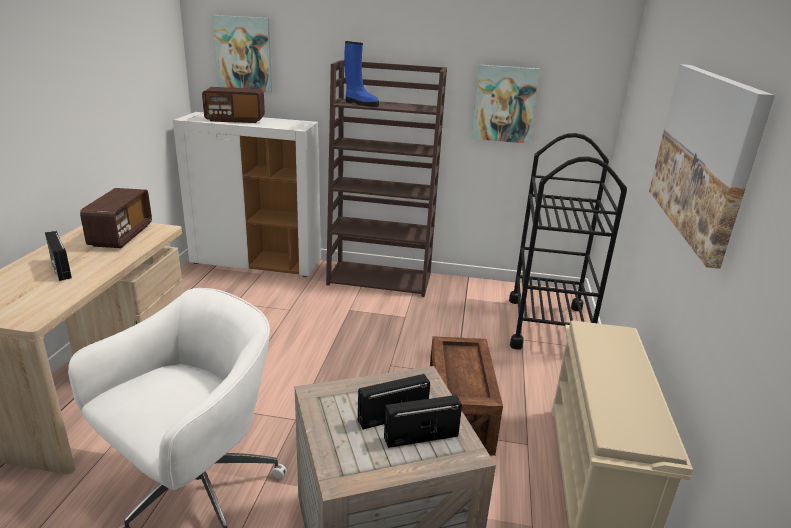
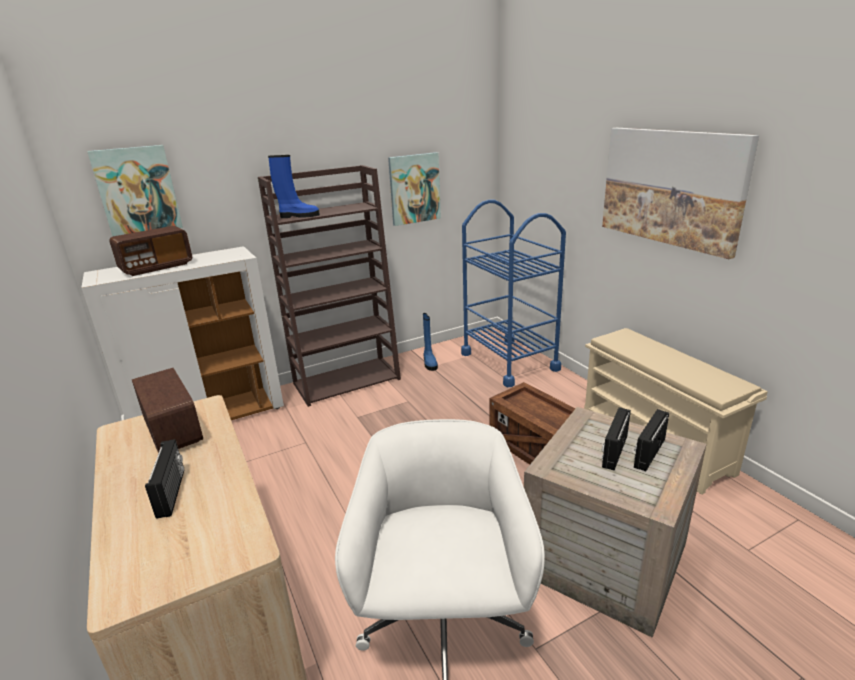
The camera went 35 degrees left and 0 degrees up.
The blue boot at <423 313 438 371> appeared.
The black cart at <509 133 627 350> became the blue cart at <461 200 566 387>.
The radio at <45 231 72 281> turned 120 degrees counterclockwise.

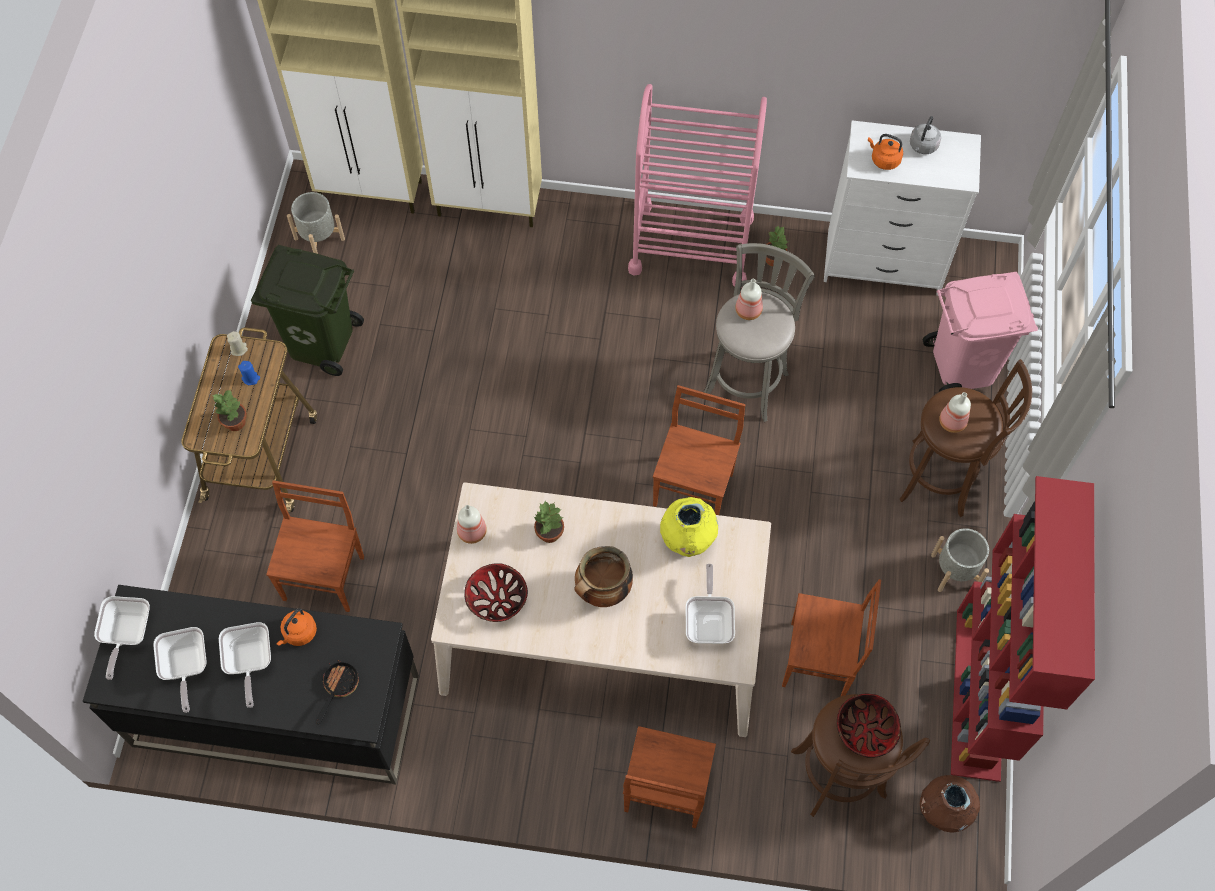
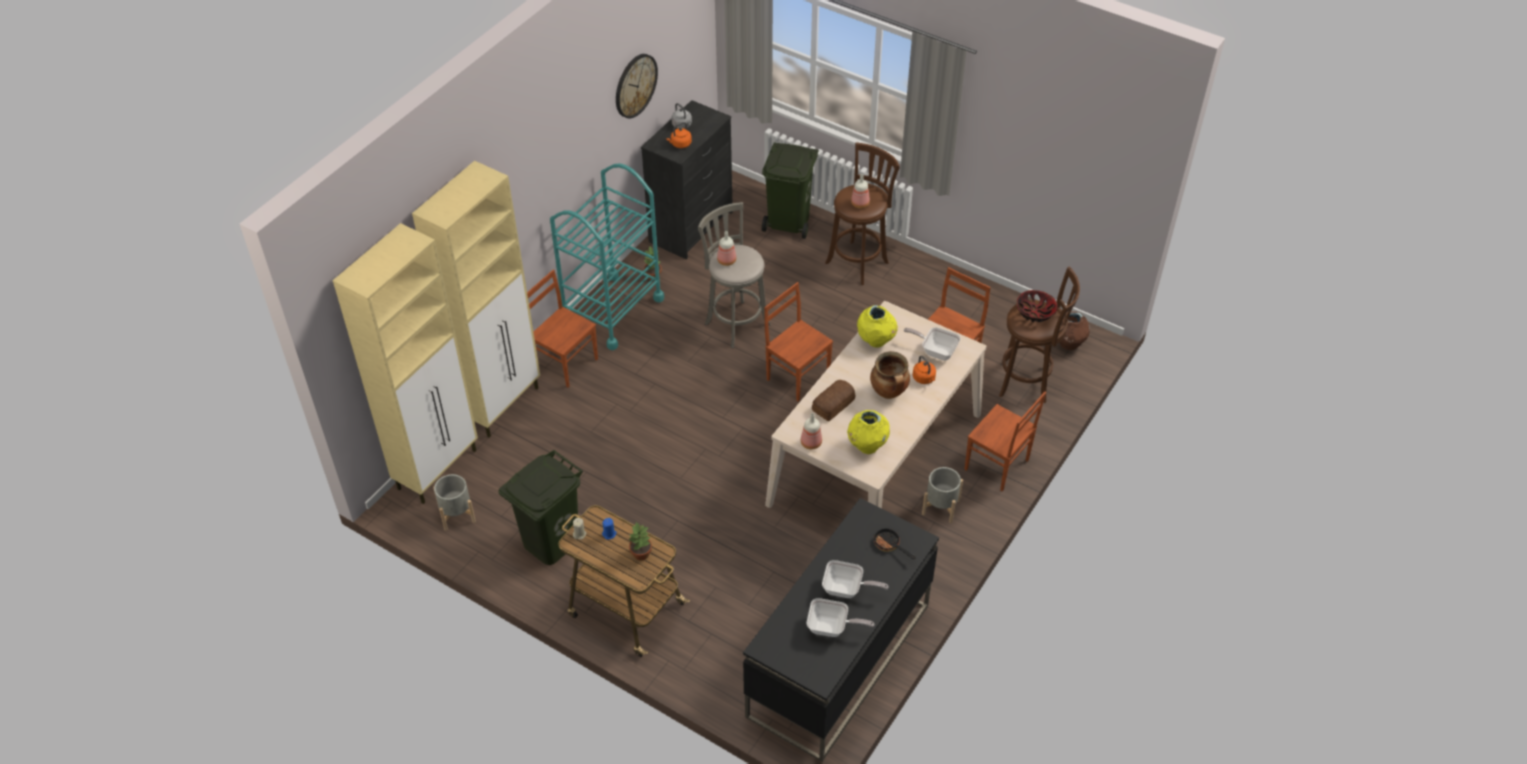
The camera went 65 degrees left and 15 degrees down.
The frying pan at <94 596 150 680> disappeared.
The red bookcase at <951 476 1095 782> disappeared.
The wall clock at <616 54 658 118> appeared.
The brown chair moved from <266 480 364 612> to <527 269 598 388>.
The orange kettle moved from <276 608 317 646> to <913 356 936 384>.
The grey planter moved from <931 528 989 592> to <922 467 963 523>.
The bowl at <464 563 528 622> was replaced by the yellow vase at <847 410 890 454>.
The potted plant at <534 501 564 543> was replaced by the bread at <812 380 855 421>.
The pink cart at <628 84 767 288> became the turquoise cart at <550 164 664 350>.
The white dresser at <824 120 981 296> became the black dresser at <641 100 733 260>.
The pink trash can at <923 272 1038 392> became the green trash can at <762 142 819 239>.

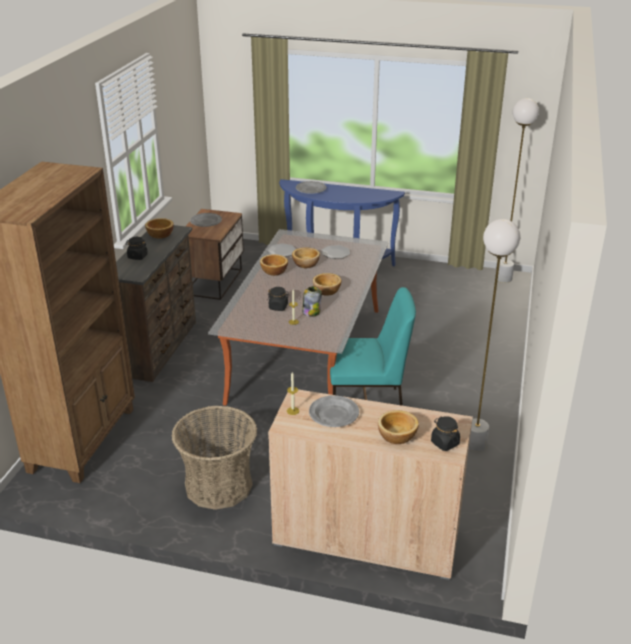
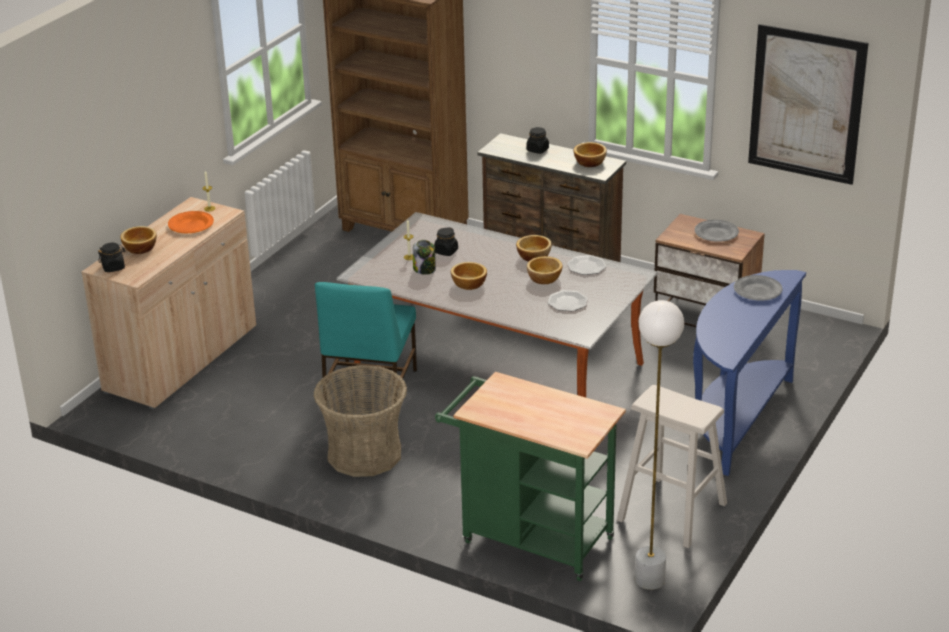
The camera went 105 degrees right and 0 degrees up.
The white floor lamp at <469 219 521 451> disappeared.
The green cart at <435 372 626 581> appeared.
The beige stool at <617 385 727 548> appeared.
The picture at <748 24 868 185> appeared.
The basket moved from <172 405 257 510> to <314 365 407 477>.
The grey plate at <309 395 359 427> became the orange plate at <168 211 214 233>.

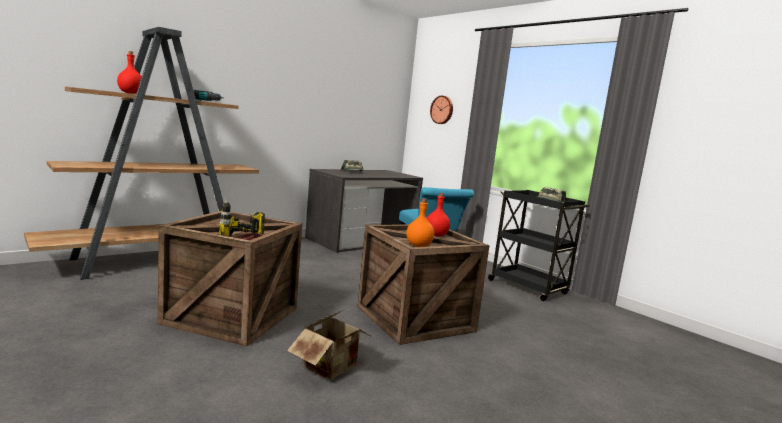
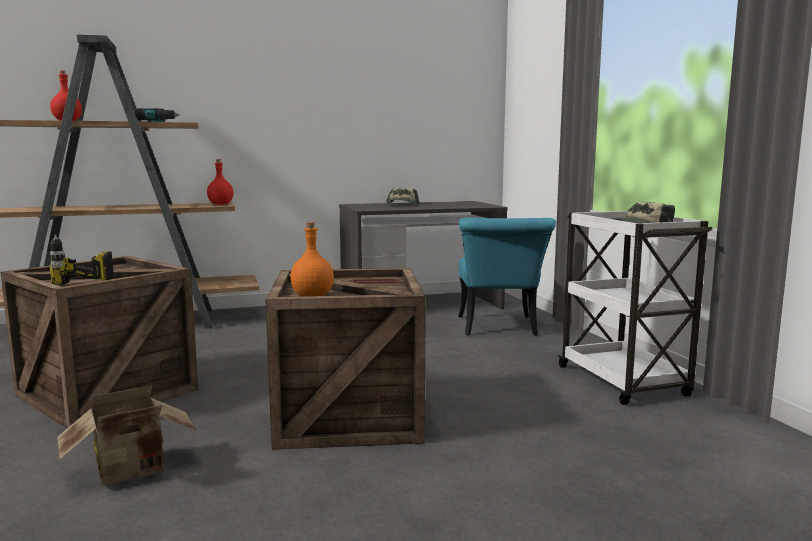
The camera went 25 degrees right and 0 degrees up.
The wall clock at <430 96 453 124> disappeared.
The red bottle moved from <427 193 450 236> to <207 159 234 205>.
The black cart at <487 190 590 301> became the white cart at <557 210 713 405>.

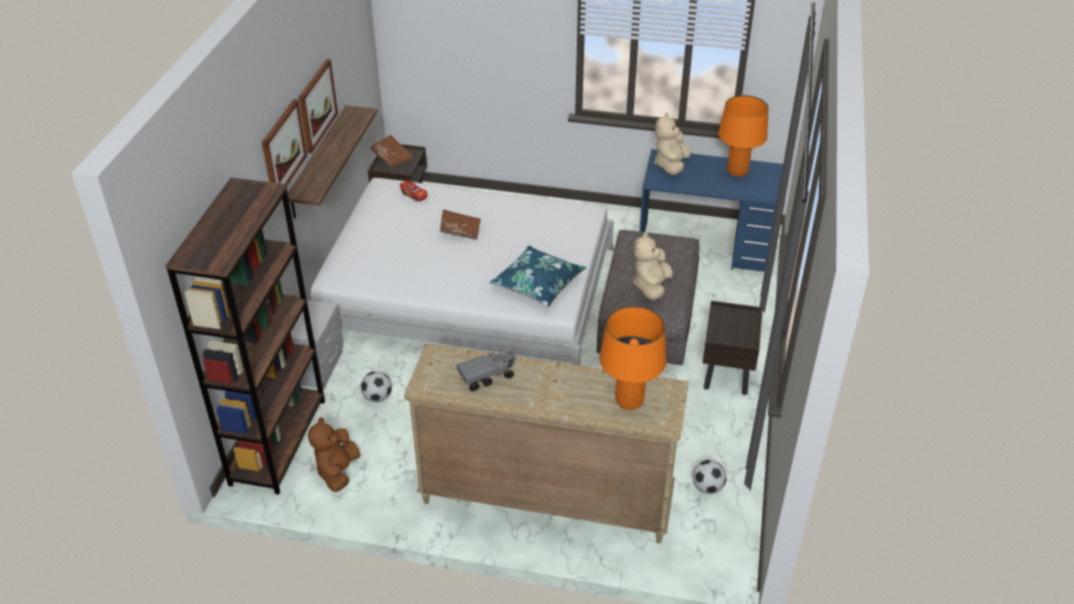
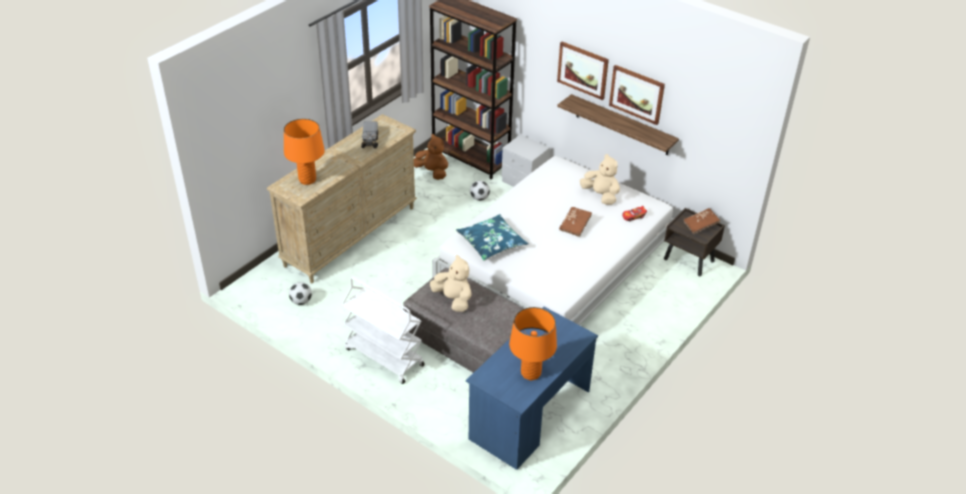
The camera went 115 degrees right and 0 degrees up.
The beige plush toy moved from <654 113 691 175> to <580 154 620 205>.
The brown nightstand at <703 301 763 395> was replaced by the white cart at <341 277 425 384>.

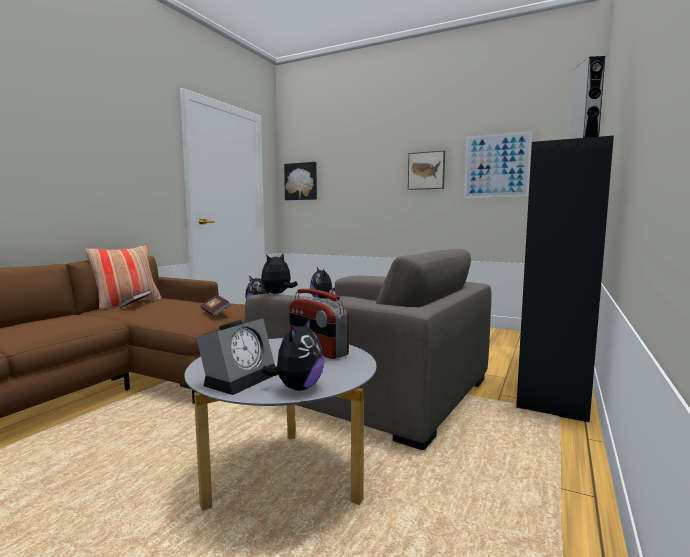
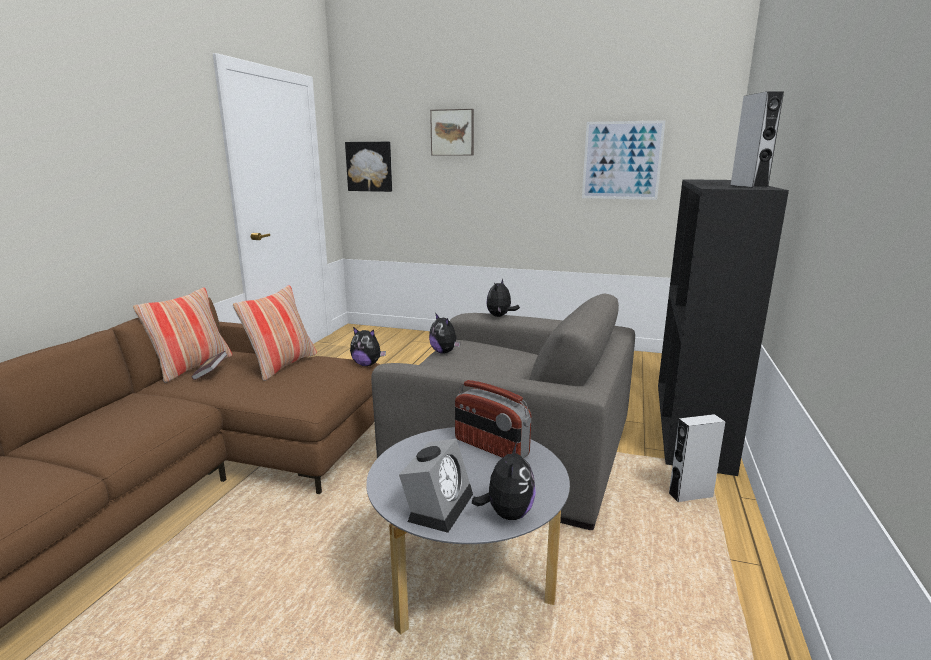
The camera went 10 degrees left and 10 degrees up.
The book at <201 295 230 316> disappeared.
The pillow at <233 285 317 381> appeared.
The grey speaker at <669 414 726 502> appeared.
The plush toy moved from <261 253 298 294> to <486 279 520 317>.
The picture moved from <408 151 445 190> to <430 109 474 156>.

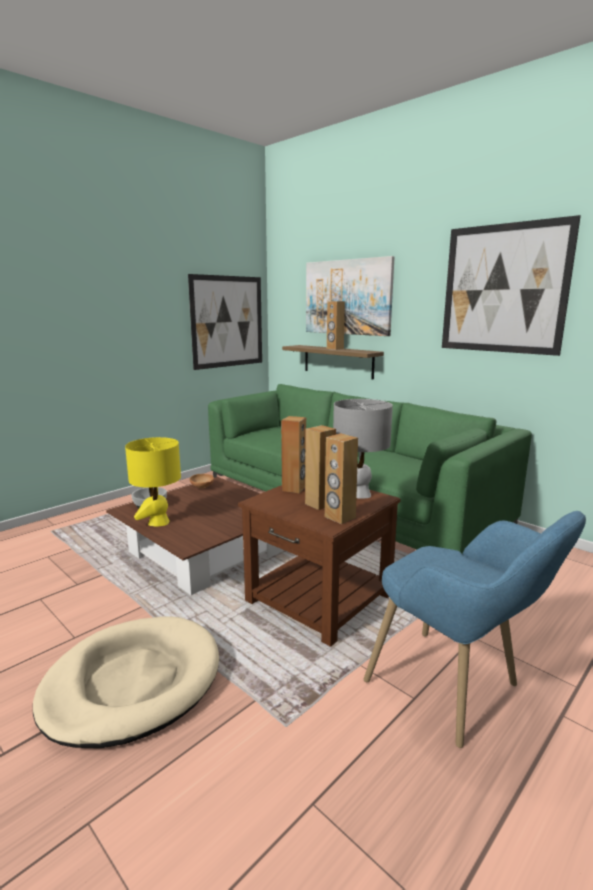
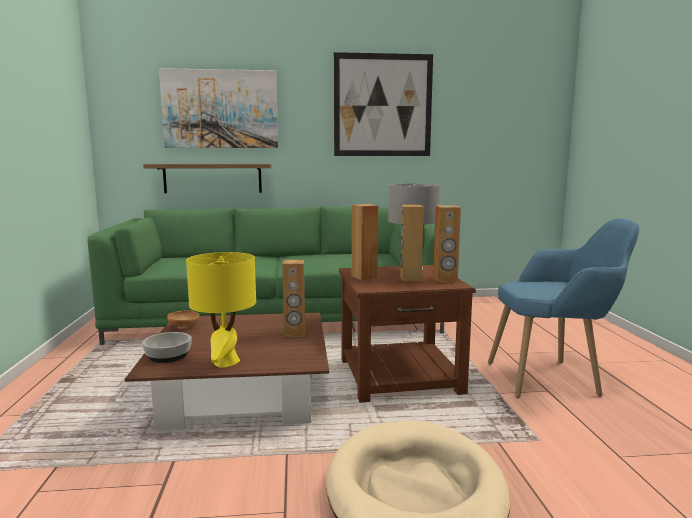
The camera went 50 degrees left and 5 degrees down.
The picture at <188 274 262 370> disappeared.
The brown speaker moved from <327 301 345 350> to <282 260 305 337>.

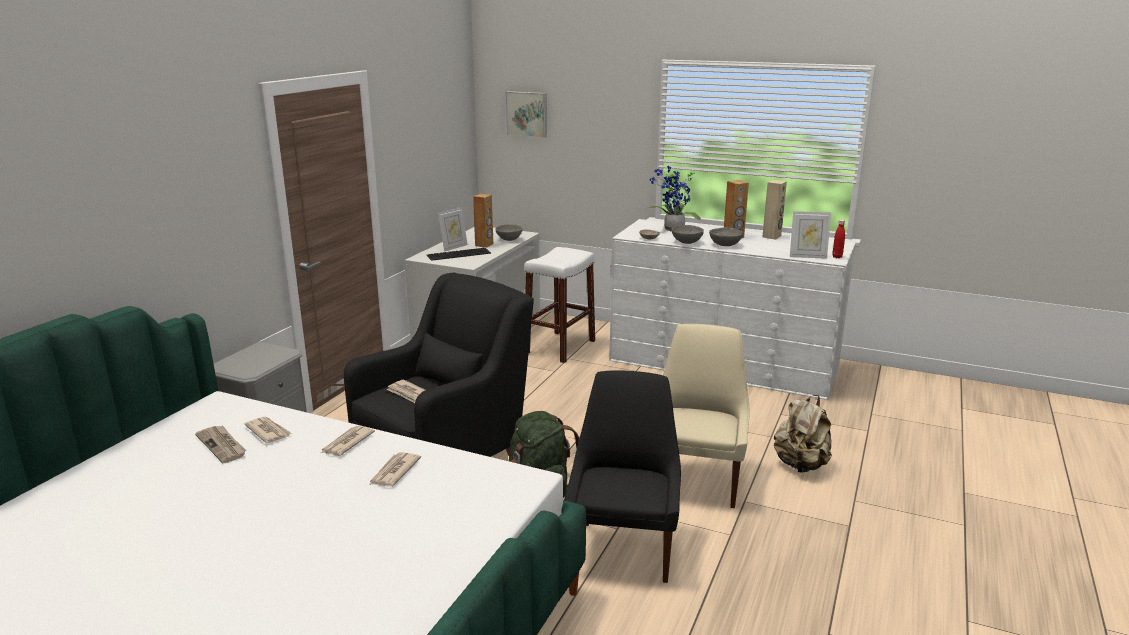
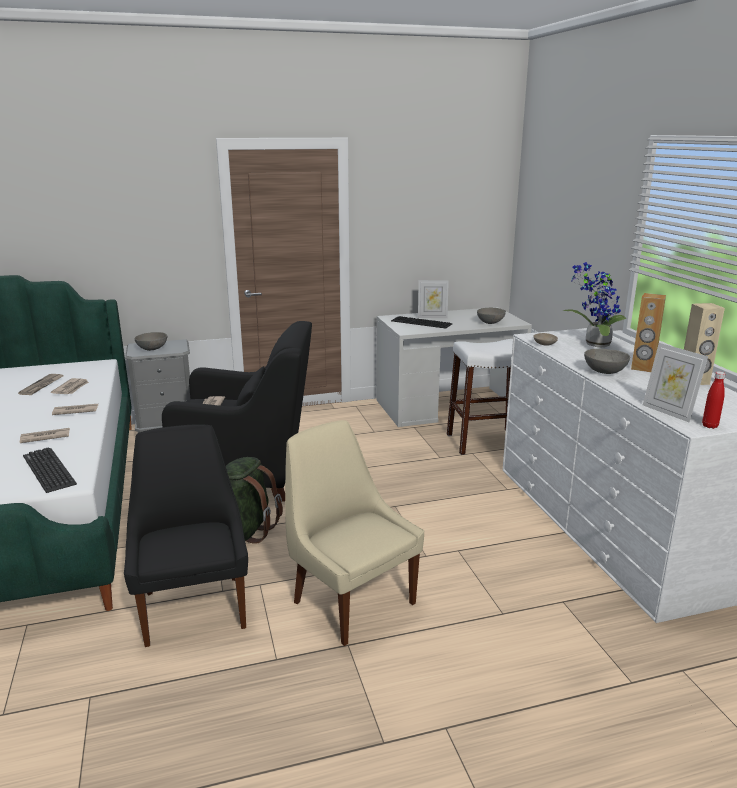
The camera went 50 degrees right and 0 degrees up.
The brown speaker at <473 194 493 248> disappeared.
The picture at <505 91 547 138> disappeared.
The beige backpack at <774 395 832 473> disappeared.
The keyboard at <23 447 77 493> appeared.
The grey bowl moved from <672 225 704 244> to <135 332 168 351>.
The black chair at <564 370 681 583> turned 75 degrees counterclockwise.
The beige chair at <663 324 749 508> turned 105 degrees counterclockwise.

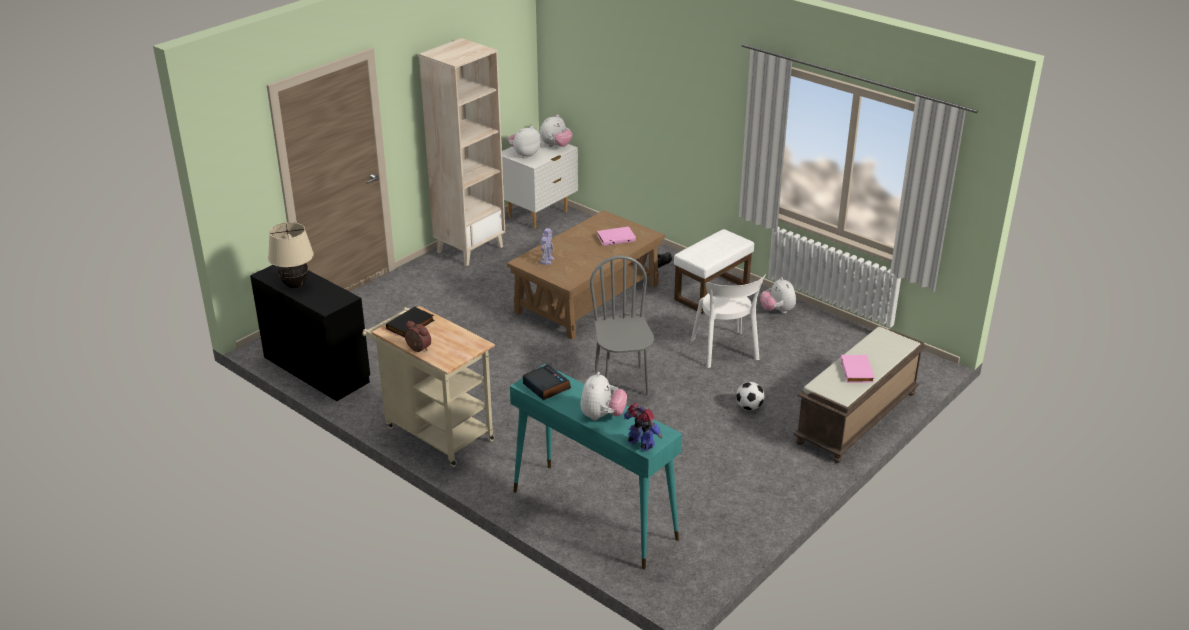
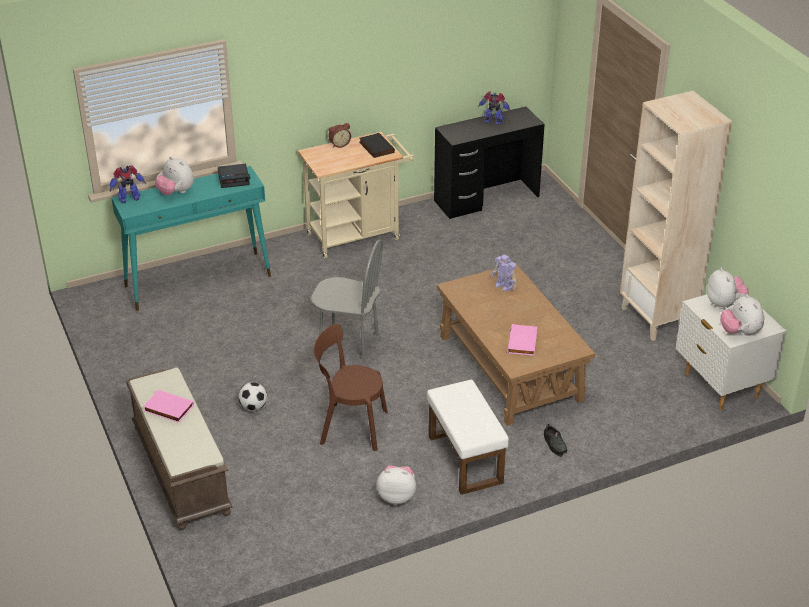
The camera went 115 degrees right and 5 degrees up.
The beige table lamp at <268 222 314 288> was replaced by the toy robot at <478 91 511 124>.
The white chair at <691 274 766 368> became the brown chair at <314 324 388 451>.

